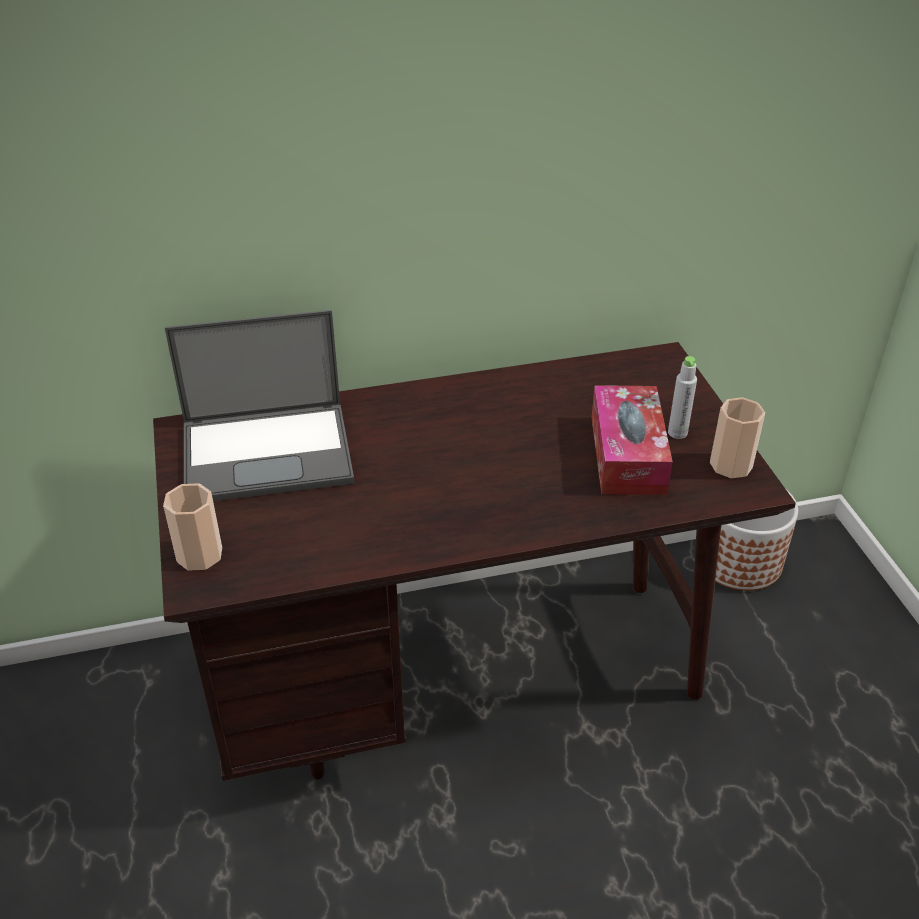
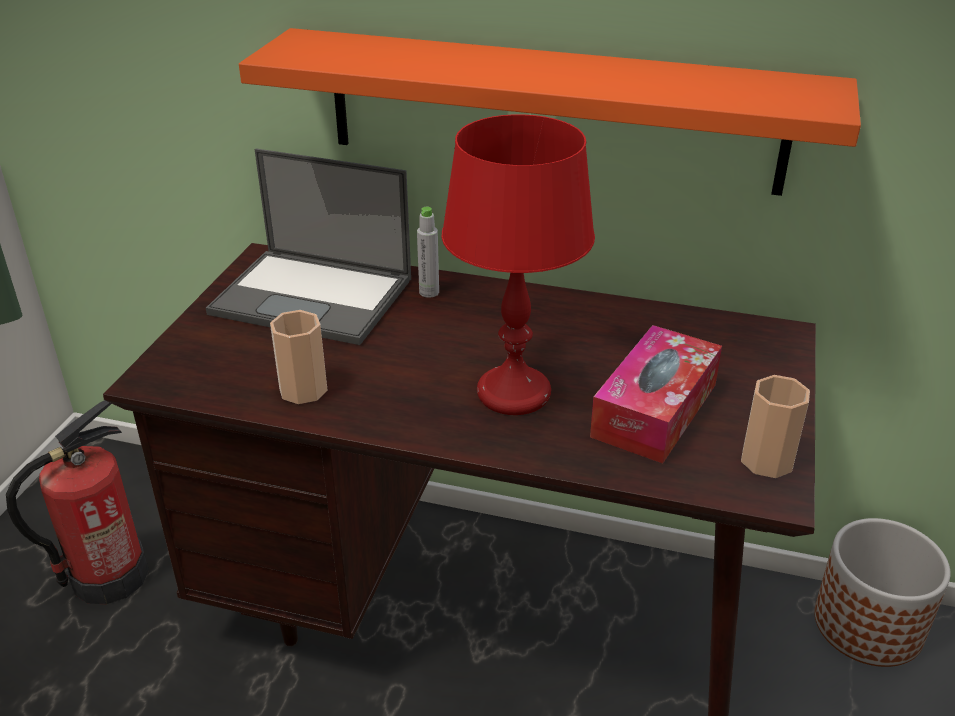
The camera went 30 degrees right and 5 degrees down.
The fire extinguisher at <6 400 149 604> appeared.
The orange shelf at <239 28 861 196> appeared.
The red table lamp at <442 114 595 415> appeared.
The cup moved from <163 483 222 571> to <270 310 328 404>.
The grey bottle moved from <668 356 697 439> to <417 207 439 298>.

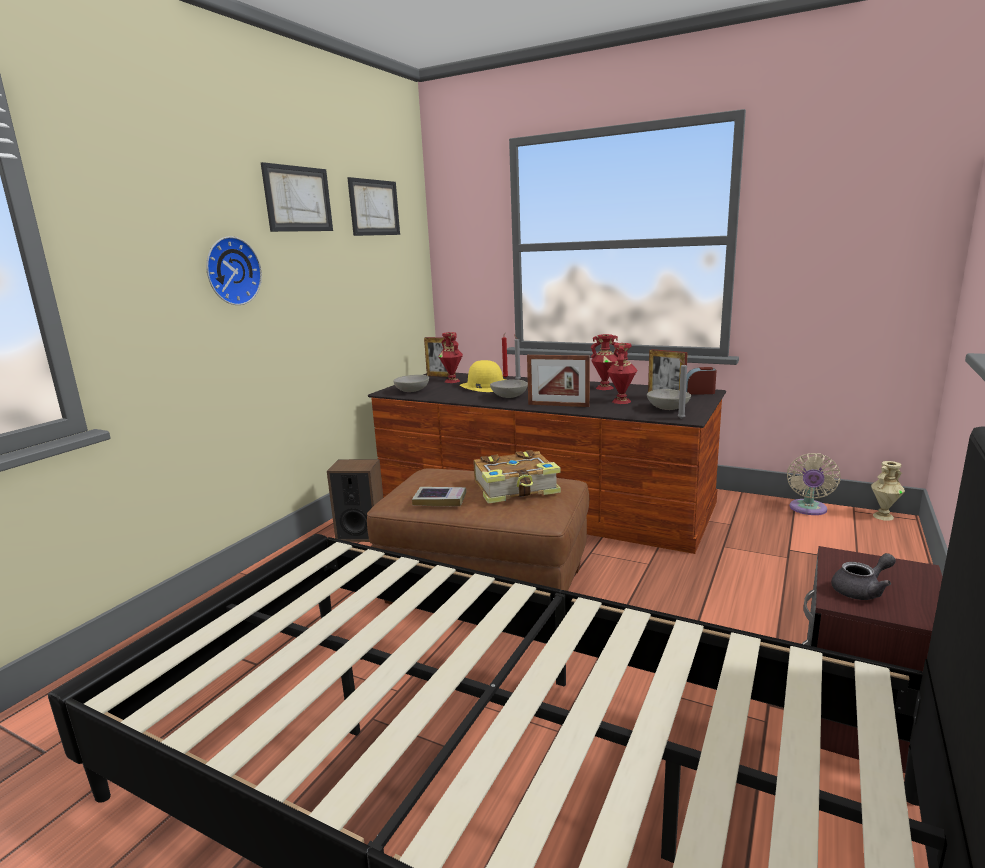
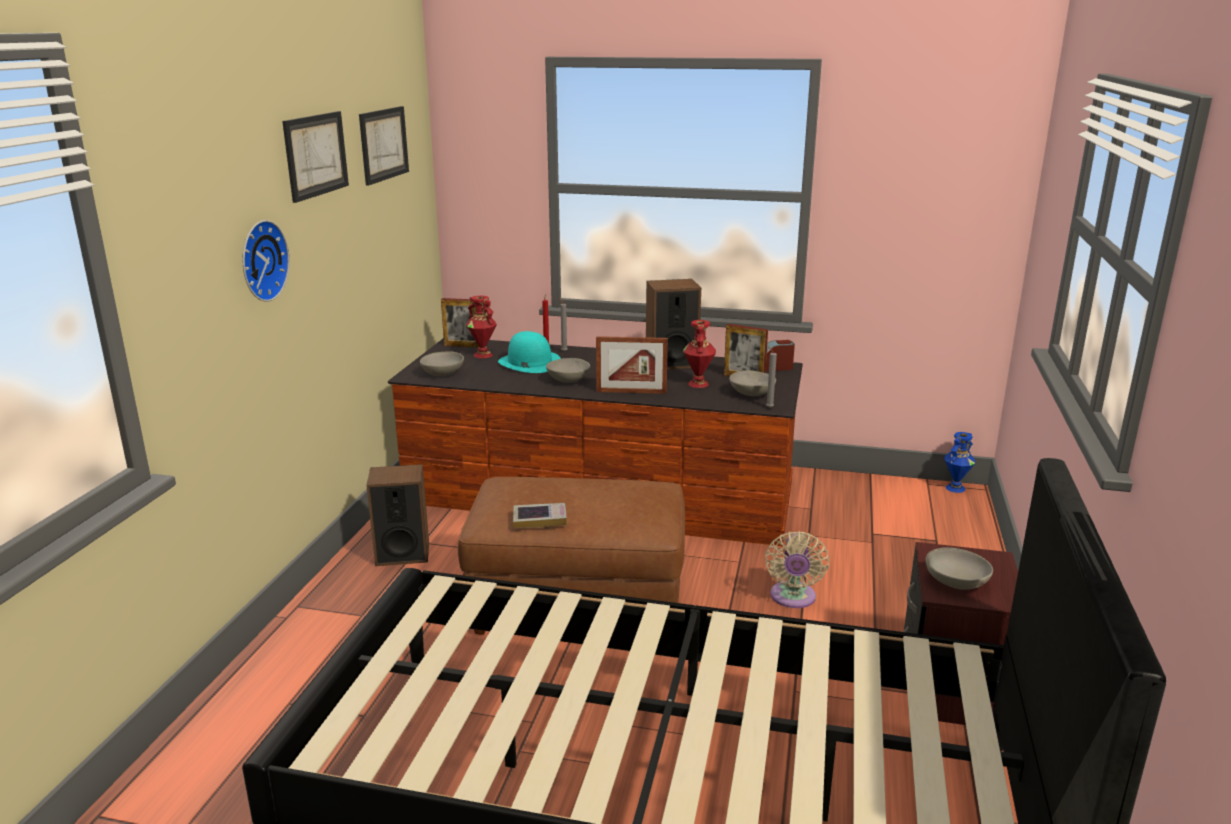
The camera went 15 degrees left and 5 degrees up.
The book at <474 450 561 504> disappeared.
The beige fan moved from <787 453 841 515> to <765 531 829 608>.
The red vase at <590 334 618 390> was replaced by the speaker at <646 279 701 369>.
The grey teapot at <831 553 896 600> was replaced by the grey bowl at <926 547 993 590>.
The yellow hat at <460 360 506 392> became the turquoise hat at <498 331 561 373>.
The beige vase at <871 461 905 521> became the blue vase at <944 432 975 493>.

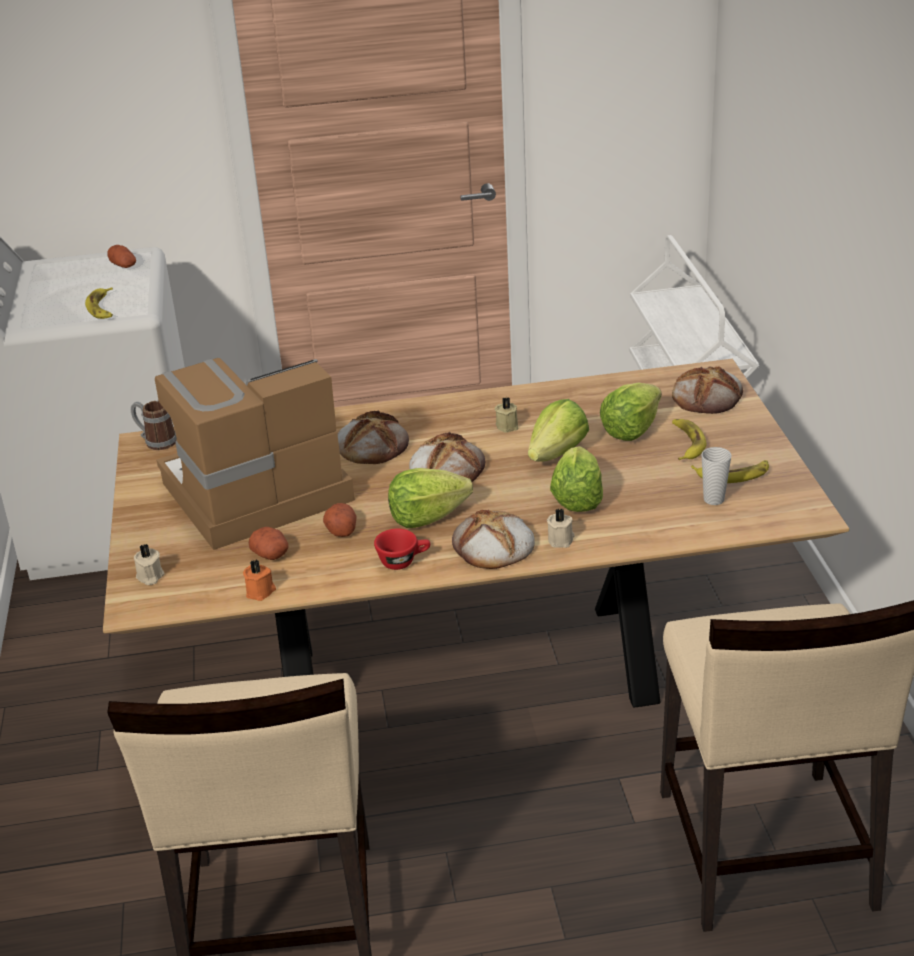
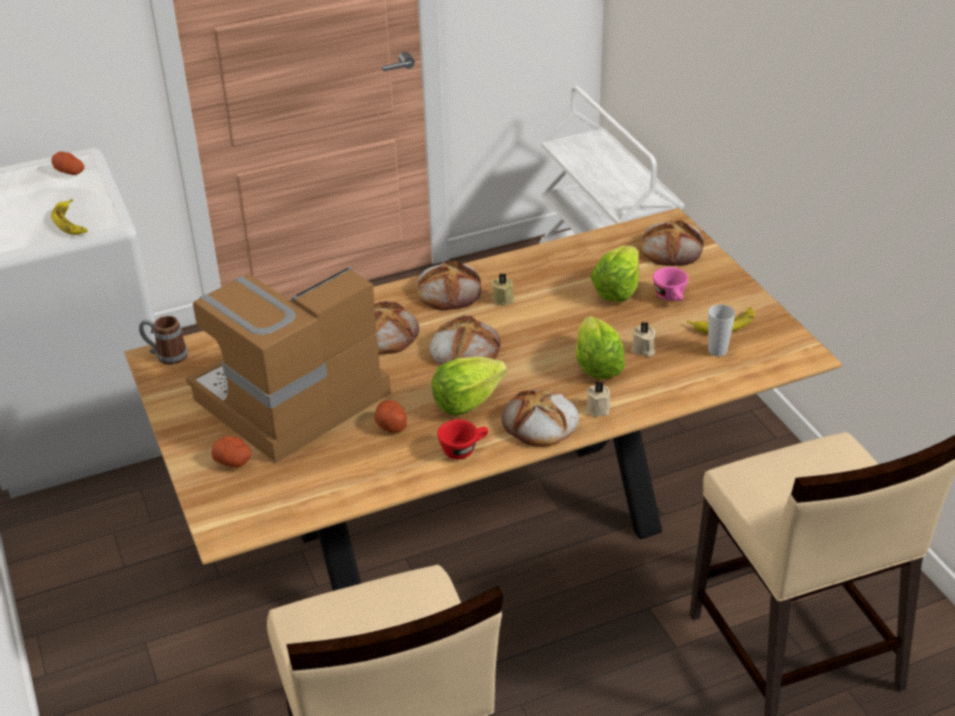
The camera went 15 degrees left and 5 degrees up.
The orange candle at <243 560 276 601> disappeared.
The lettuce at <528 399 589 462> disappeared.
The bread at <417 261 481 310> appeared.
The beige candle moved from <134 544 164 585> to <631 322 655 357>.
The potato moved from <249 527 288 560> to <212 436 251 468>.
The banana at <672 419 706 460> was replaced by the pink cup at <653 267 688 301>.

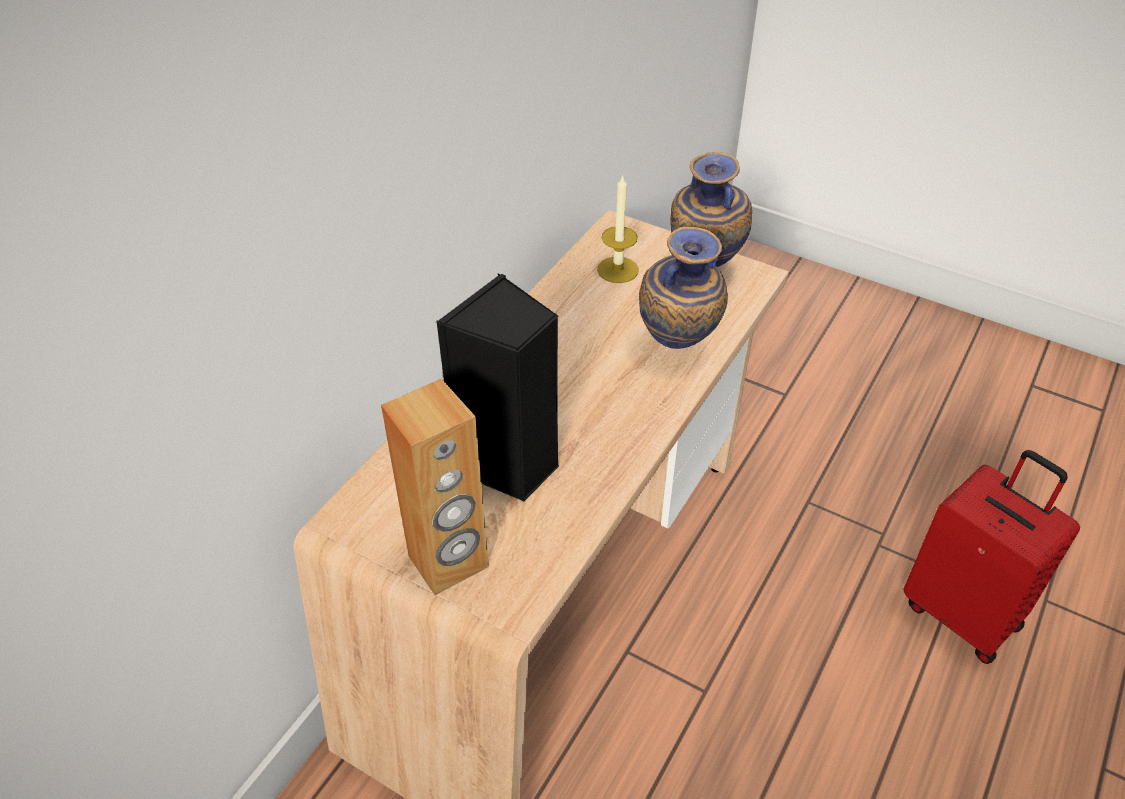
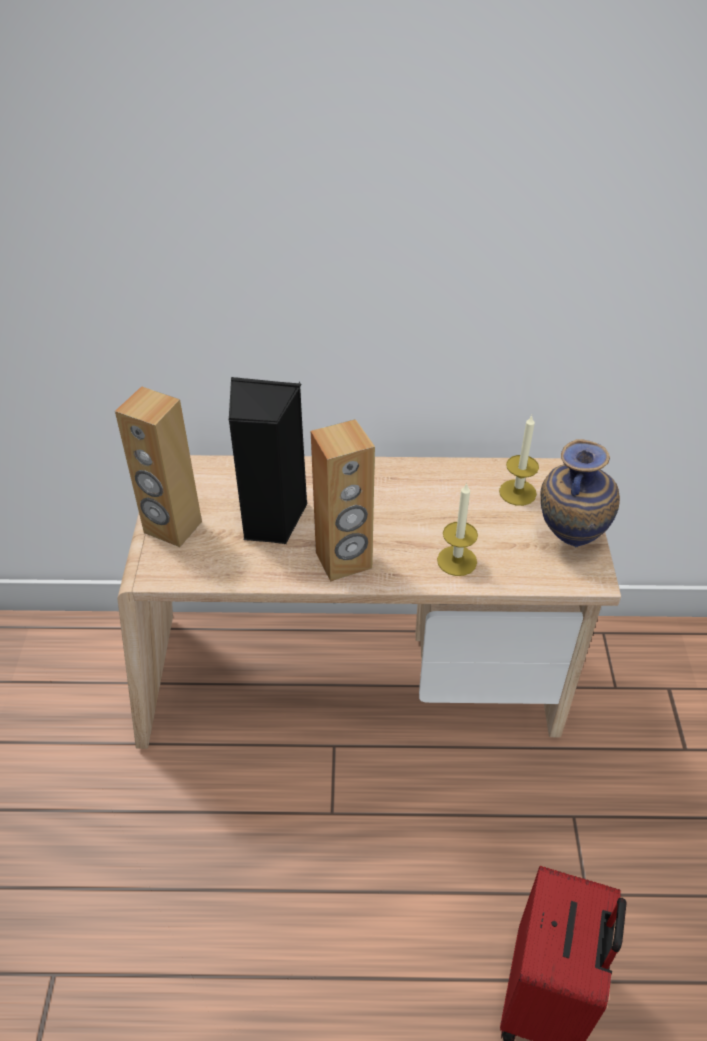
The camera went 60 degrees right and 0 degrees up.
The brown speaker at <311 419 375 581> appeared.
The vase at <639 227 728 349> was replaced by the candle at <437 482 478 576>.

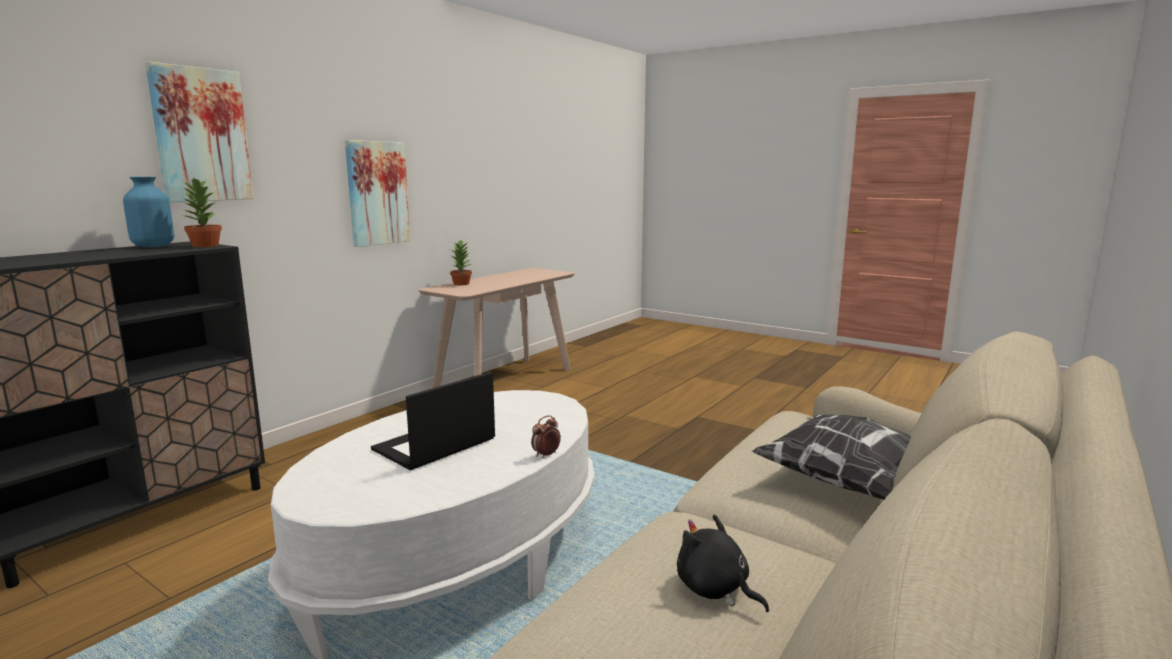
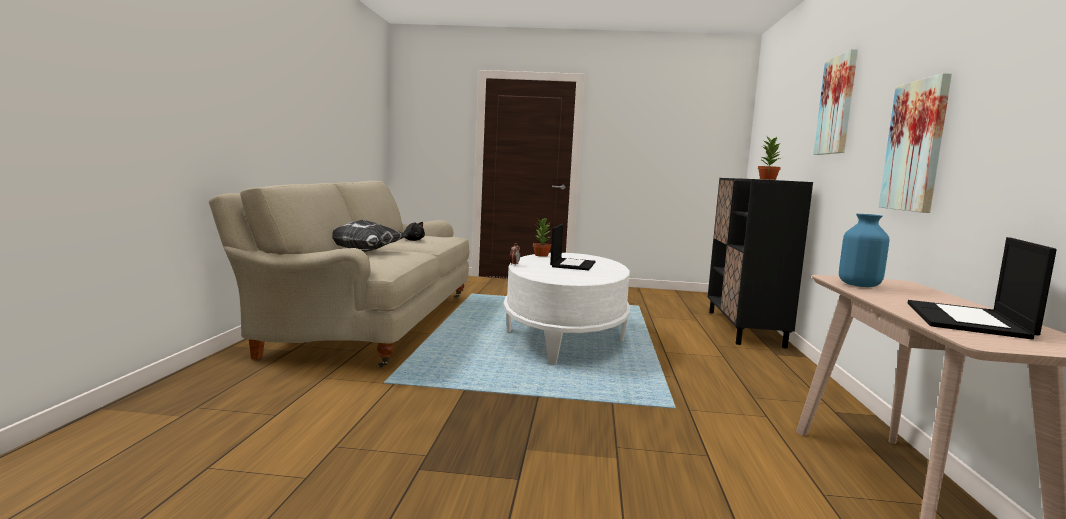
The camera went 150 degrees right and 5 degrees down.
The laptop at <908 237 1057 339> appeared.
The blue vase moved from <123 177 174 247> to <839 214 889 287>.
The potted plant moved from <450 240 472 286> to <533 218 551 257>.

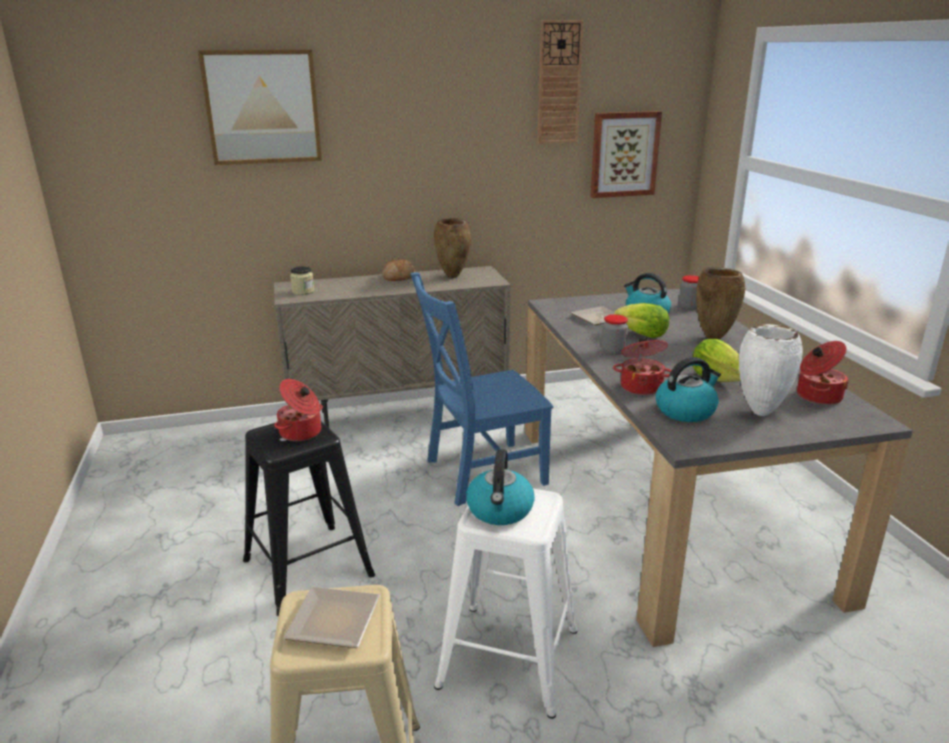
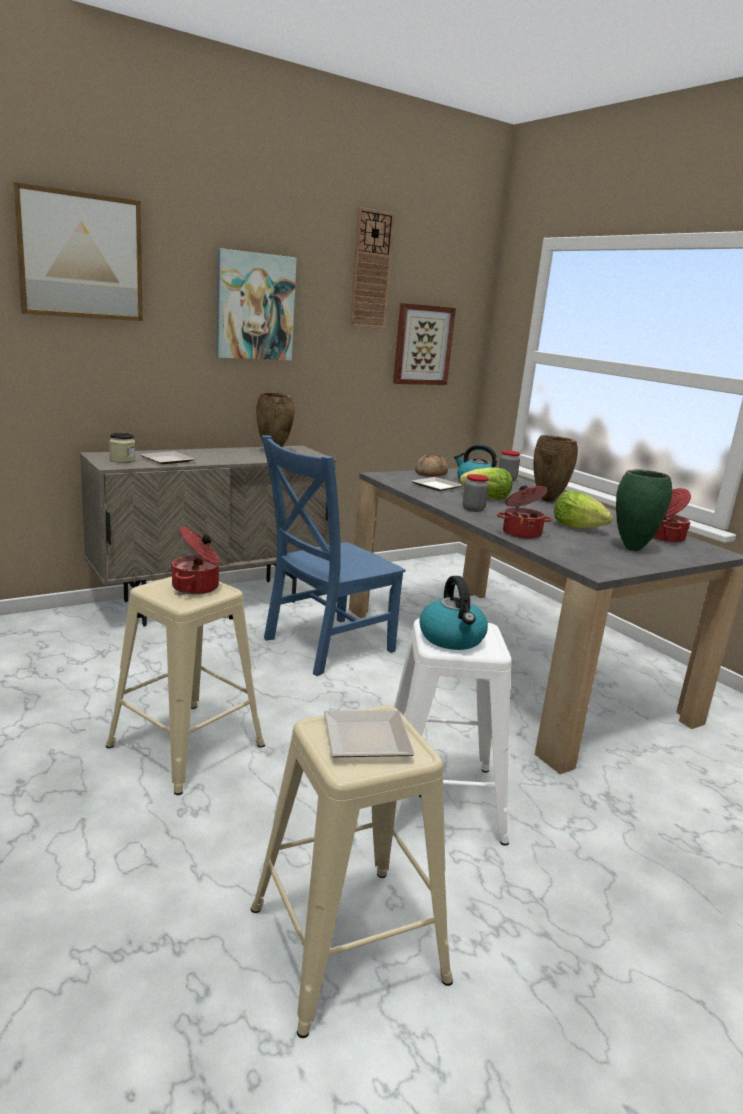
The camera went 20 degrees left and 5 degrees down.
The kettle at <656 357 721 422> disappeared.
The plate at <140 451 195 464> appeared.
The picture at <216 248 297 361> appeared.
The bread moved from <383 259 415 281> to <415 455 448 477>.
The black stool at <243 421 375 616> became the beige stool at <106 577 265 795>.
The white vase at <739 324 803 416> became the green vase at <616 469 672 551>.

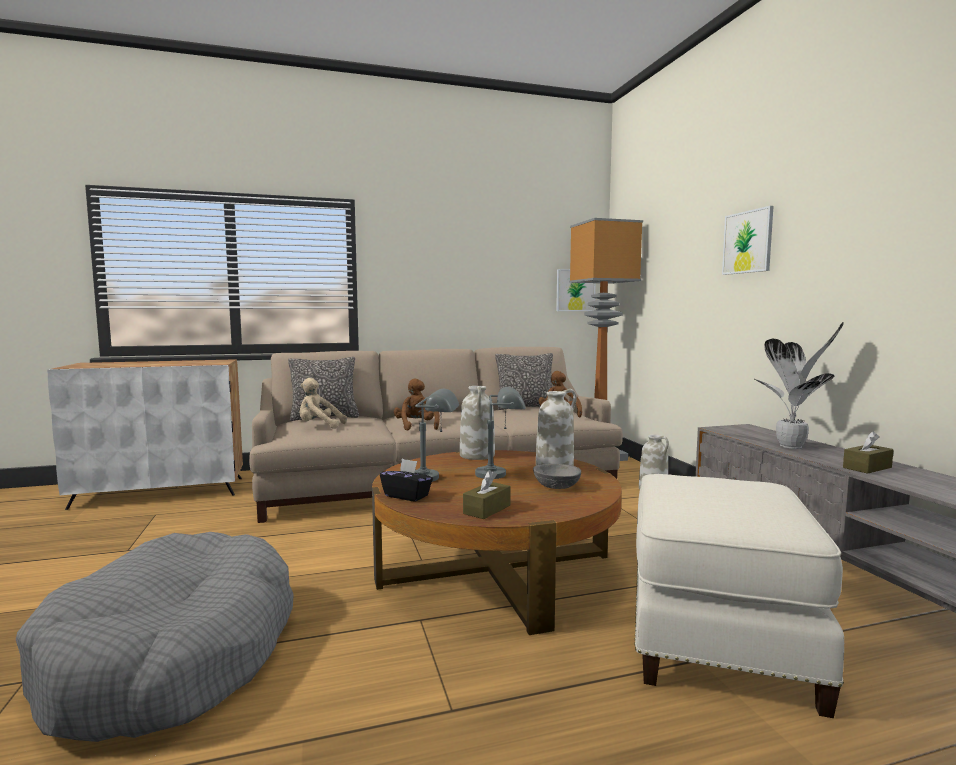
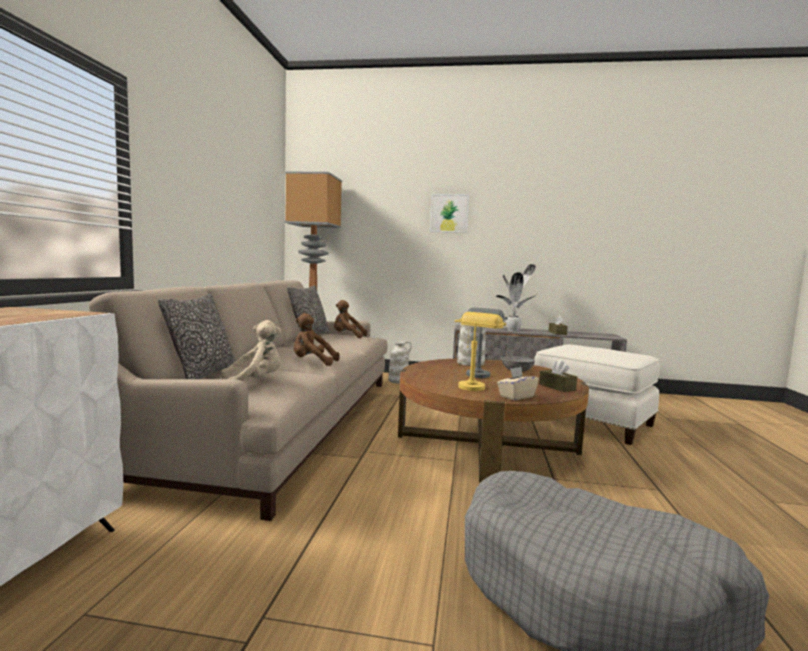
The camera went 65 degrees left and 0 degrees up.
The white vase at <460 386 495 460> disappeared.
The picture at <556 269 596 311> disappeared.
The black tissue box at <380 459 433 502> became the beige tissue box at <497 367 539 400>.
The grey table lamp at <415 389 459 482> became the yellow table lamp at <454 312 506 391>.
The beige plush toy at <300 378 347 429> turned 150 degrees counterclockwise.

